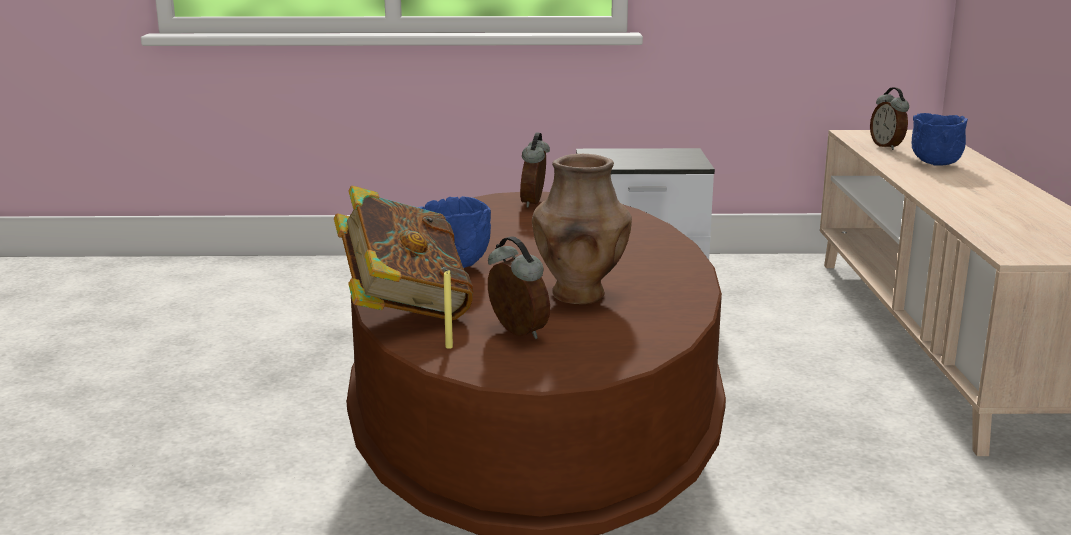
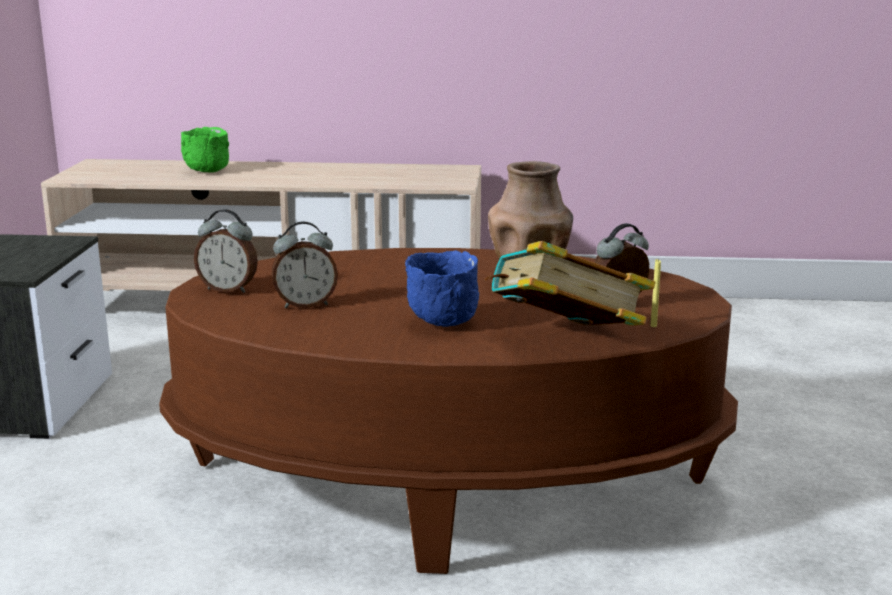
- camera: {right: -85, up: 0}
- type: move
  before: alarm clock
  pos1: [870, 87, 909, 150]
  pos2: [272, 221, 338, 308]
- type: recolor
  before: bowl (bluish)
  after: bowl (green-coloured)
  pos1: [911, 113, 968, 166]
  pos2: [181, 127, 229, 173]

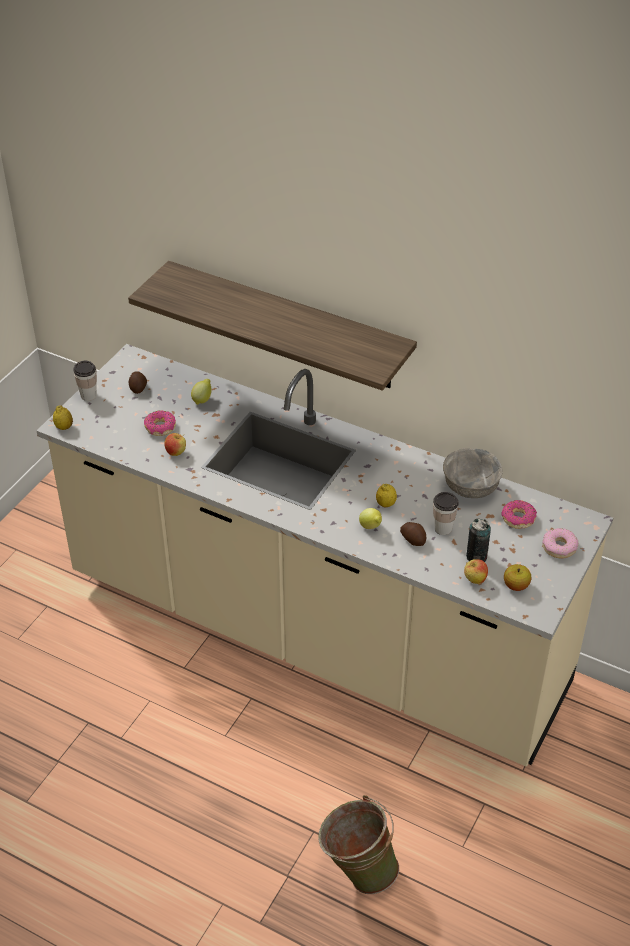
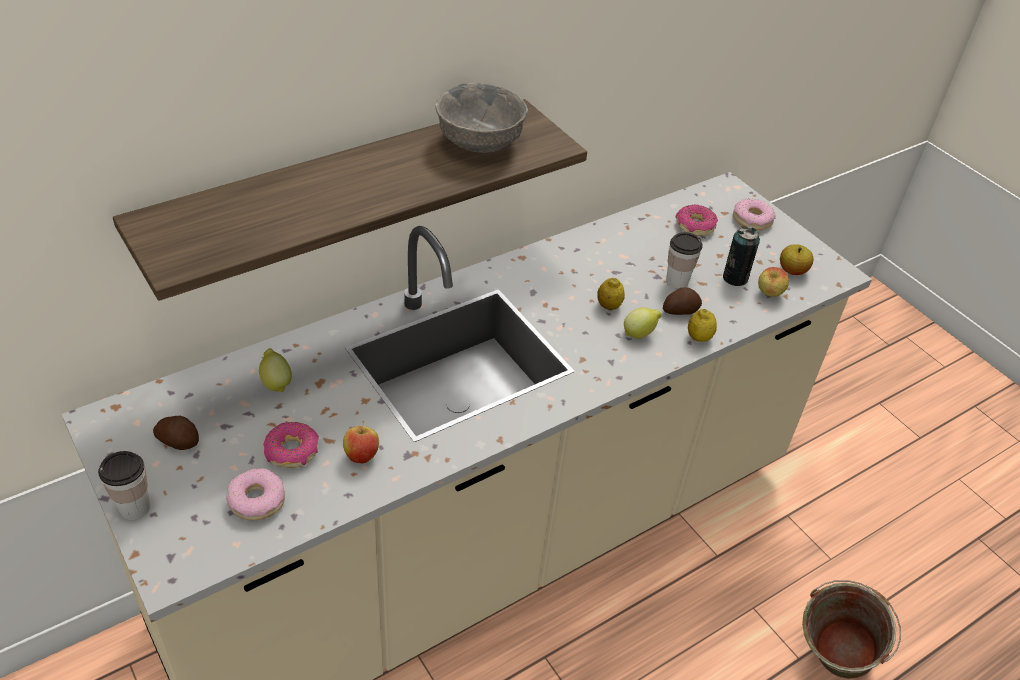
- camera: {right: -65, up: 0}
- type: move
  before: citrus fruit
  pos1: [53, 406, 73, 430]
  pos2: [688, 309, 717, 342]
- type: move
  before: bowl (greyish)
  pos1: [443, 448, 503, 498]
  pos2: [435, 83, 528, 153]
- type: insert
  after: doughnut
  pos2: [226, 468, 285, 520]

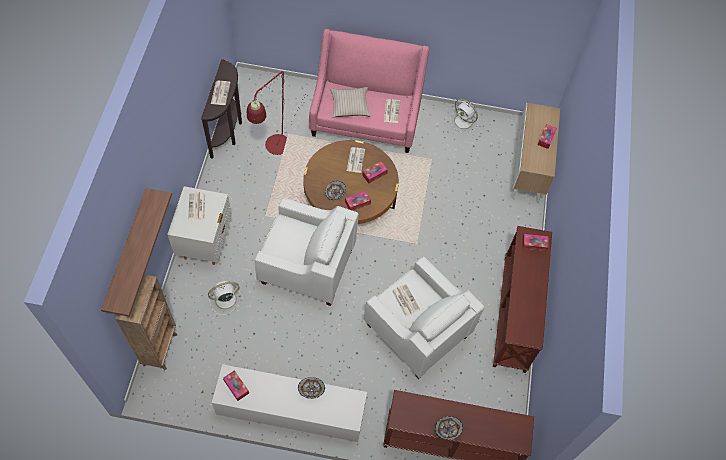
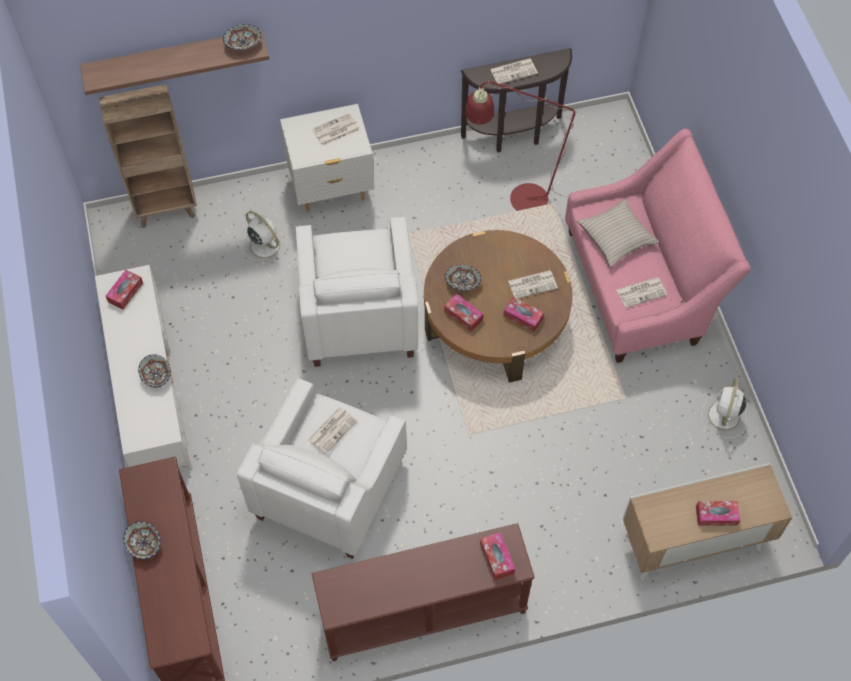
- camera: {right: 70, up: 0}
- type: insert
  after: bowl
  pos2: [223, 24, 261, 50]

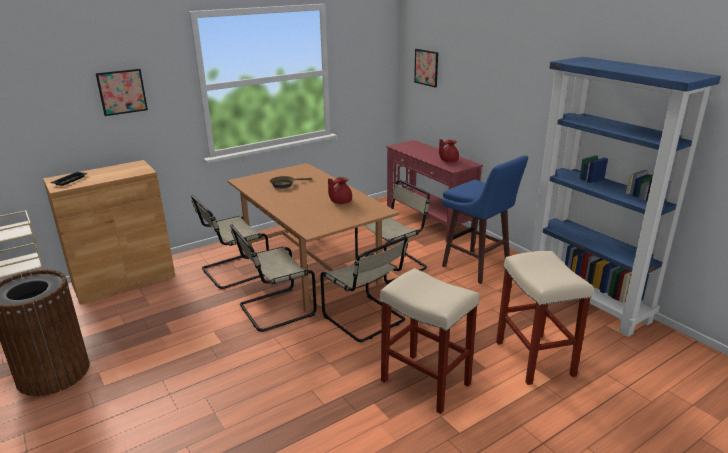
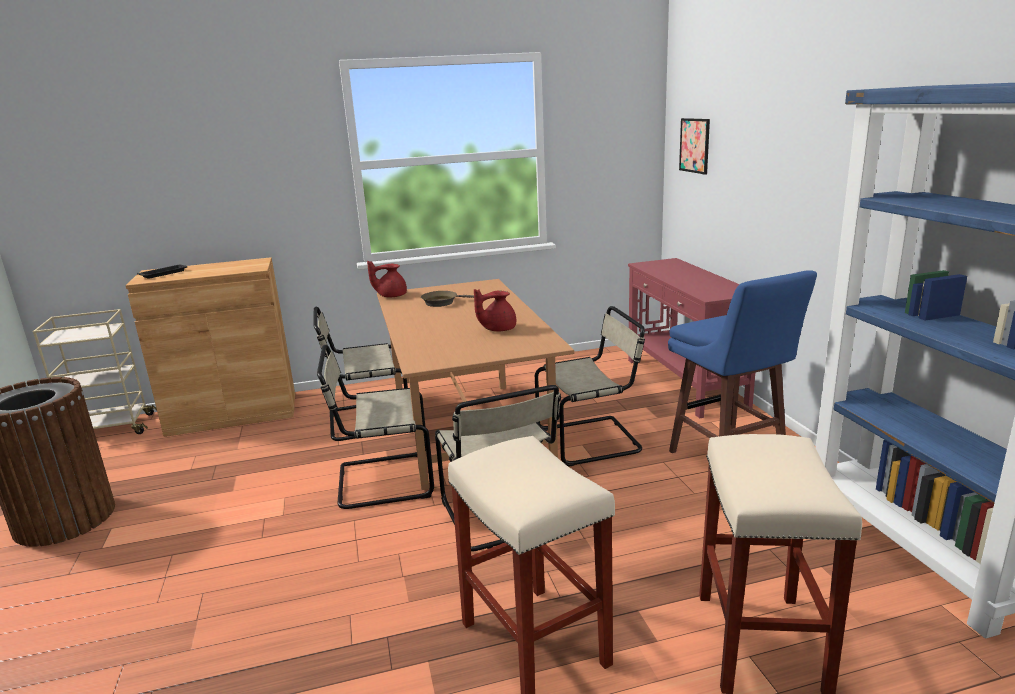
- camera: {right: 20, up: -5}
- type: delete
  before: wall picture
  pos1: [96, 69, 148, 116]
- type: move
  before: pot for tea (red)
  pos1: [439, 139, 459, 162]
  pos2: [367, 261, 407, 297]

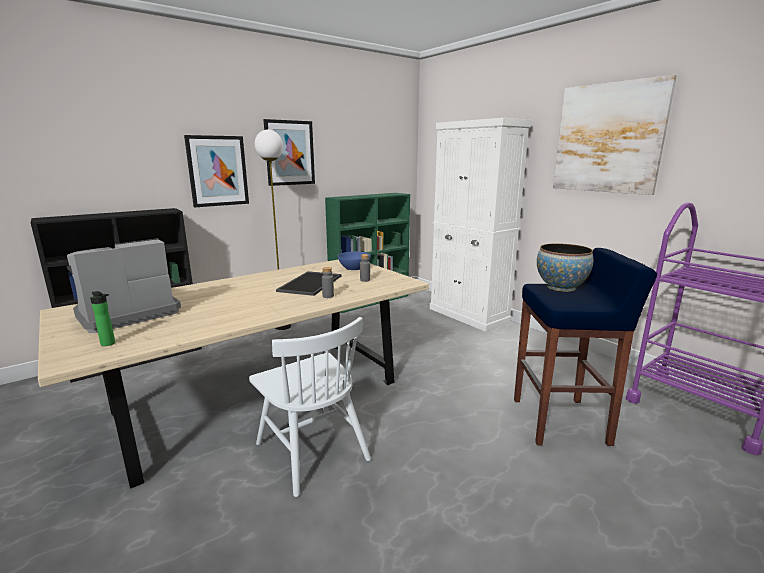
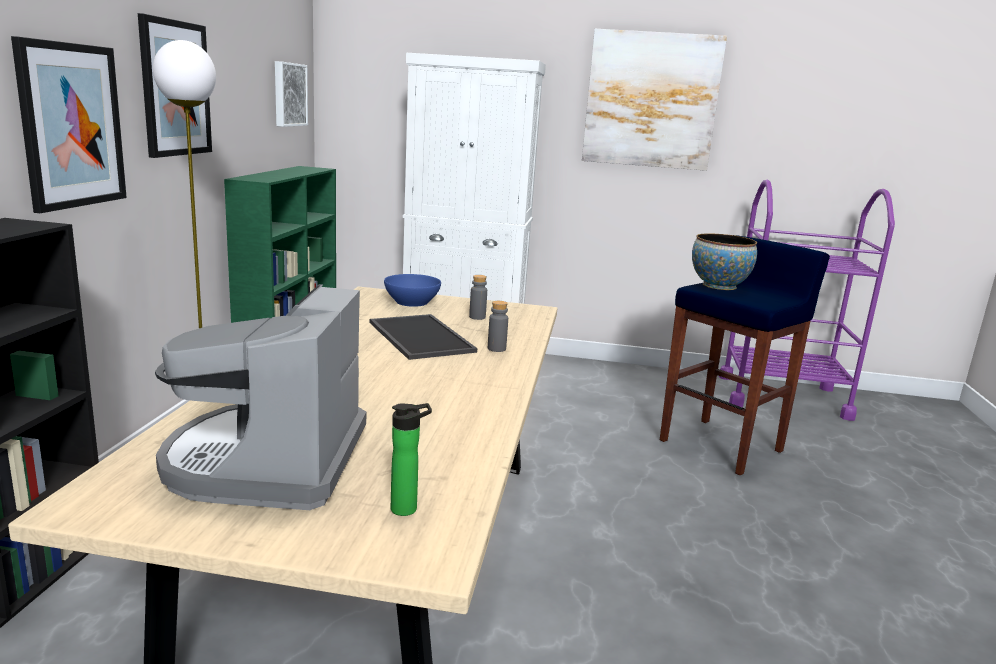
- camera: {right: -45, up: 0}
- type: delete
  before: plain chair (white)
  pos1: [249, 317, 371, 497]
- type: insert
  after: wall picture
  pos2: [275, 61, 308, 127]

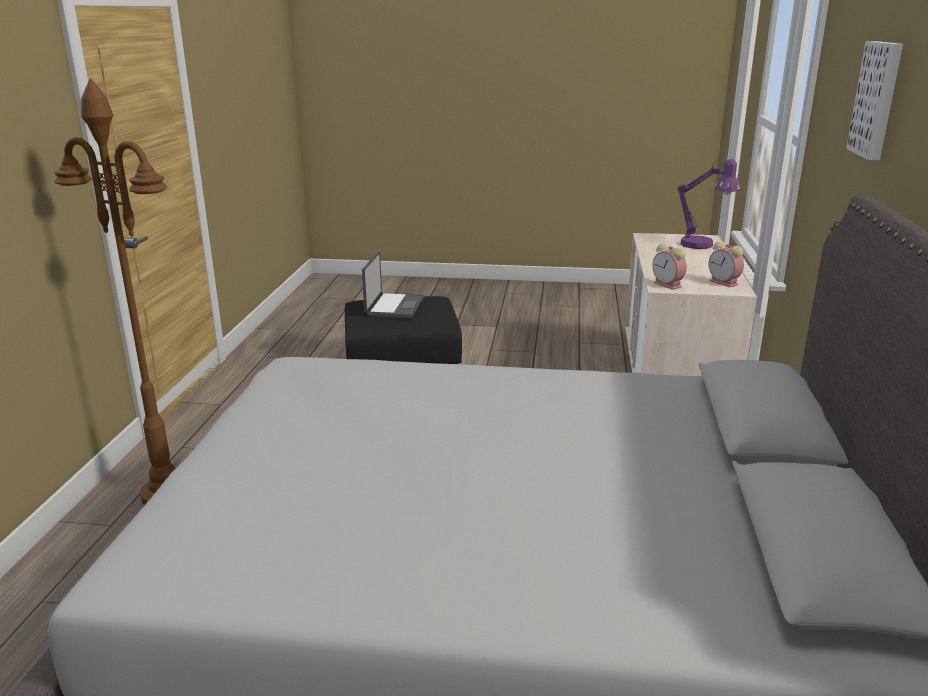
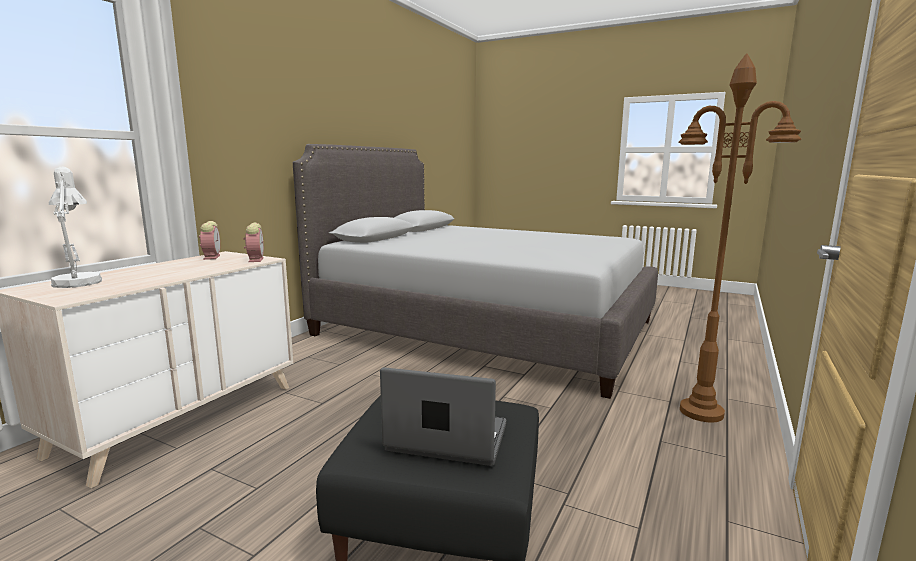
- camera: {right: -160, up: -10}
- type: delete
  before: wall picture
  pos1: [846, 41, 903, 161]
- type: recolor
  before: table lamp (purple-coloured)
  after: table lamp (white)
  pos1: [677, 159, 741, 249]
  pos2: [49, 167, 102, 288]
- type: rotate
  before: portable computer
  pos1: [362, 252, 424, 319]
  pos2: [380, 367, 506, 466]
  turn: 75

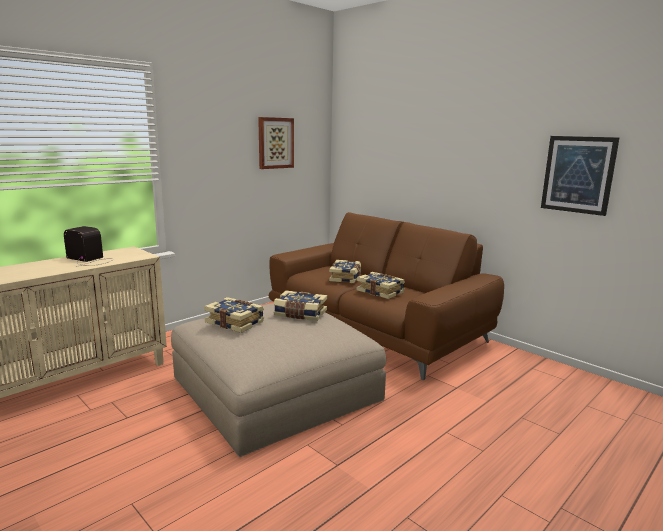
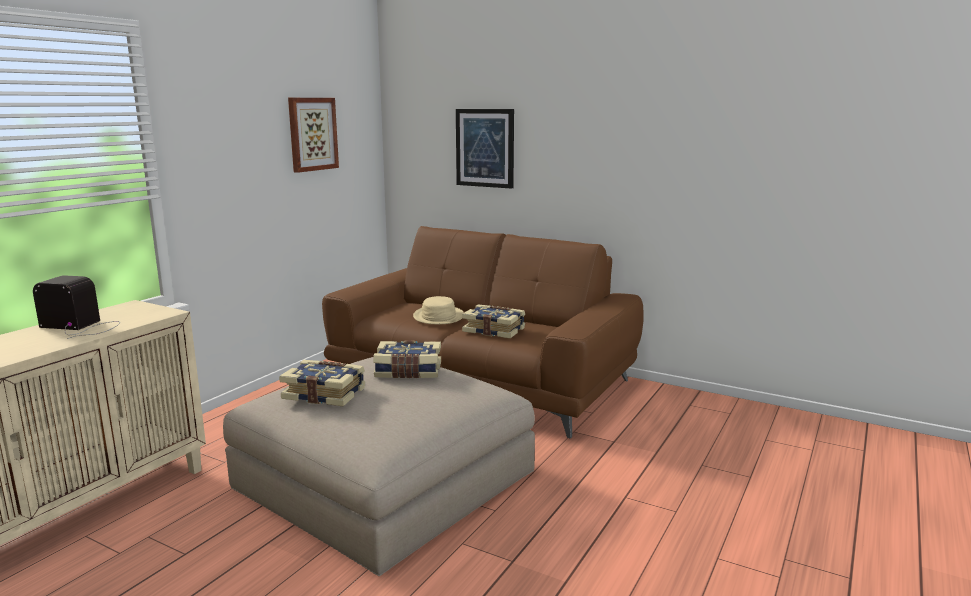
- camera: {right: -15, up: 0}
- type: move
  before: wall picture
  pos1: [541, 136, 620, 216]
  pos2: [456, 109, 514, 189]
- type: replace
  before: volume
  after: wearable hat (sand-coloured)
  pos1: [329, 260, 361, 283]
  pos2: [413, 296, 464, 324]

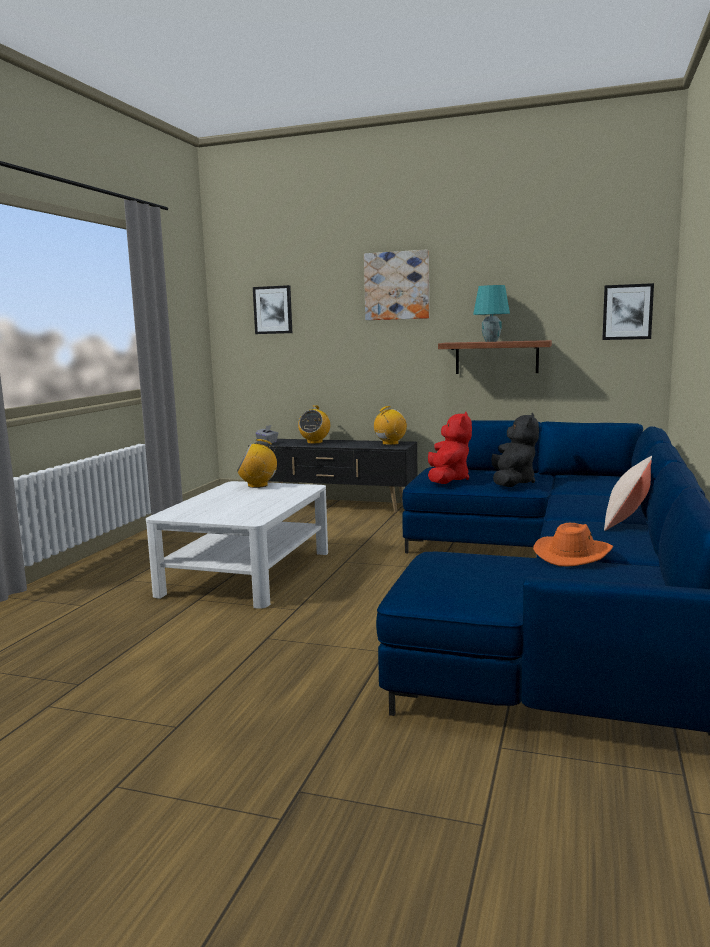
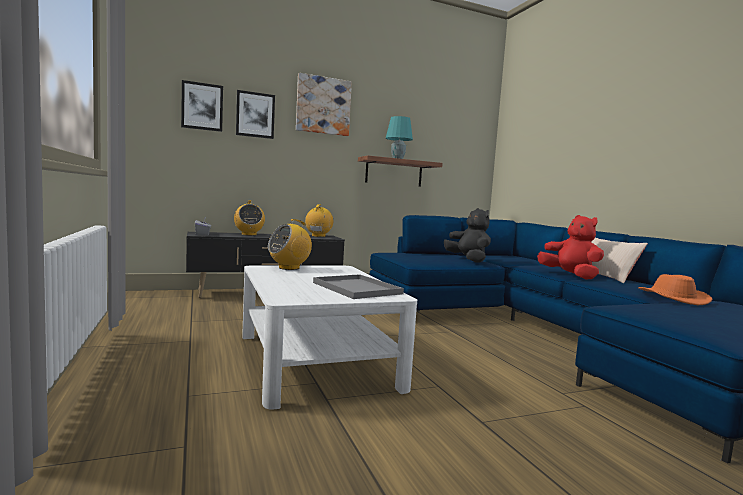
- camera: {right: -40, up: -5}
- type: move
  before: wall picture
  pos1: [602, 283, 654, 340]
  pos2: [236, 90, 275, 139]
- type: move
  before: plush toy (red)
  pos1: [428, 412, 472, 484]
  pos2: [537, 215, 604, 280]
- type: insert
  after: carrying tray (greyish)
  pos2: [313, 274, 404, 299]

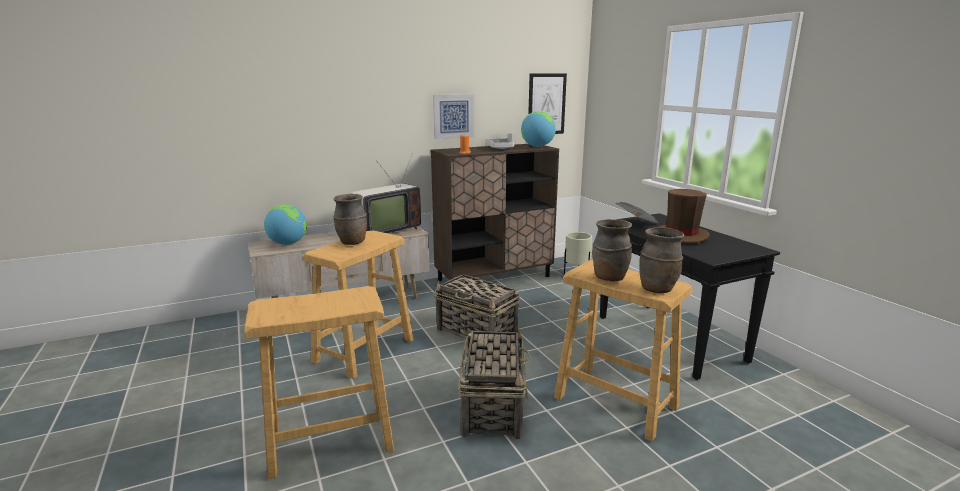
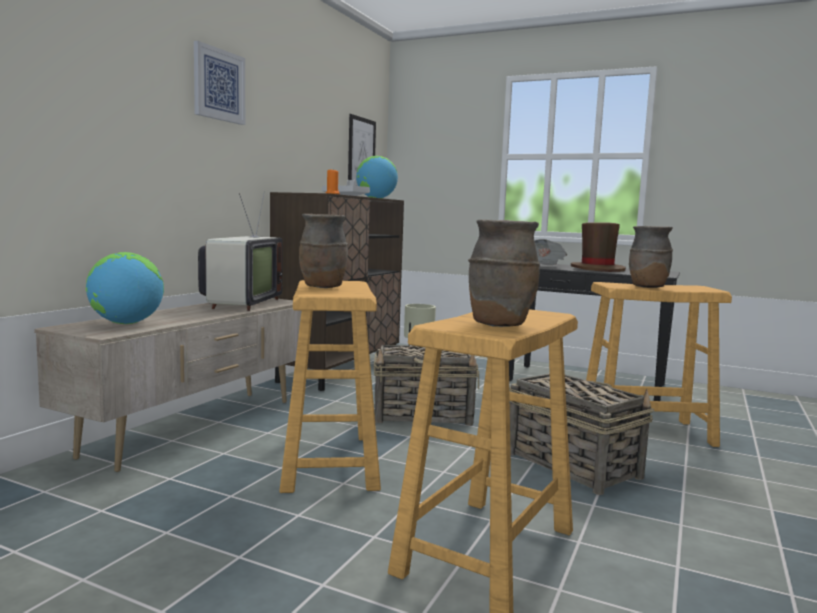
- camera: {right: -40, up: -10}
- type: move
  before: wall picture
  pos1: [433, 94, 474, 139]
  pos2: [194, 41, 245, 125]
- type: move
  before: vase (brown)
  pos1: [639, 227, 684, 293]
  pos2: [468, 220, 540, 327]

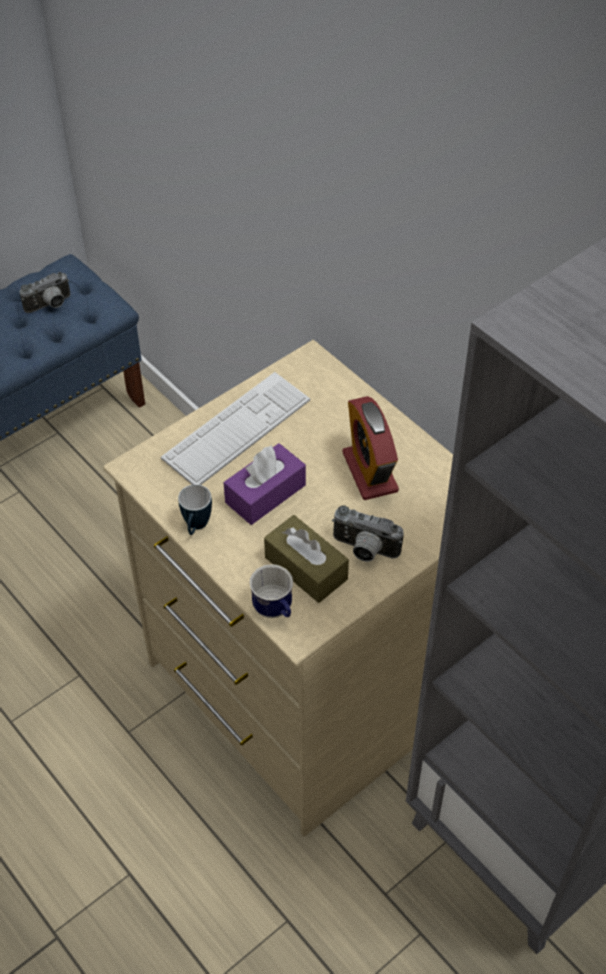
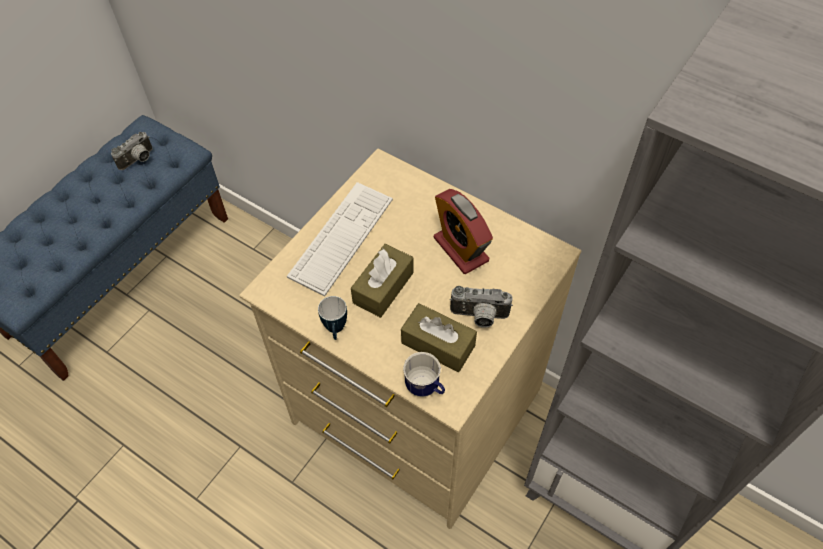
- camera: {right: -15, up: 5}
- type: recolor
  before: box of tissues (purple-coloured)
  after: box of tissues (brown)
  pos1: [224, 443, 306, 525]
  pos2: [351, 244, 414, 318]

